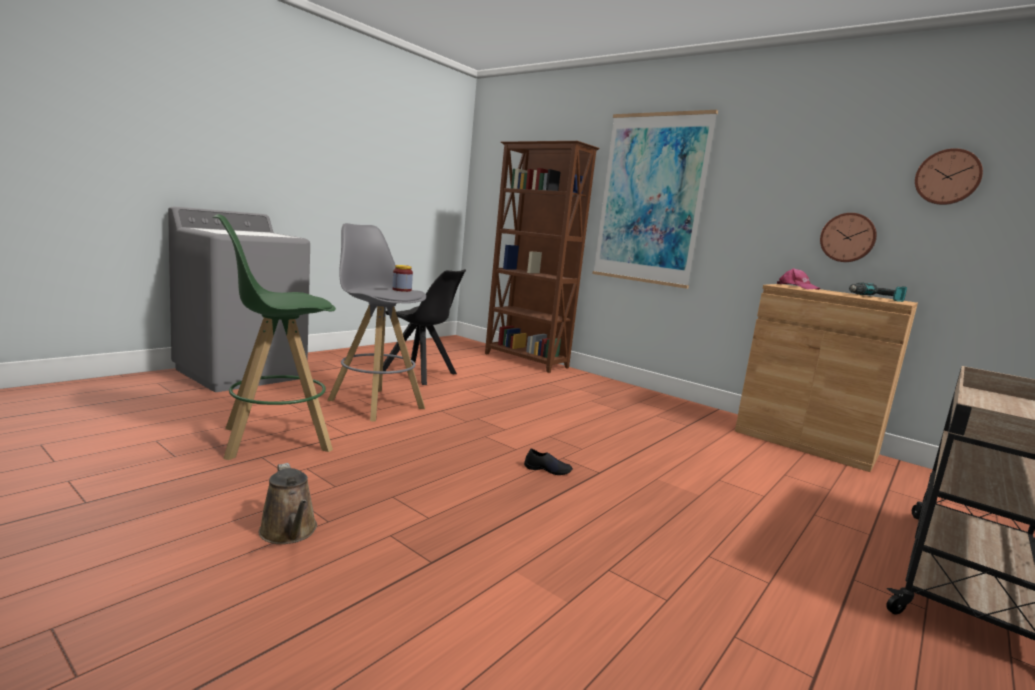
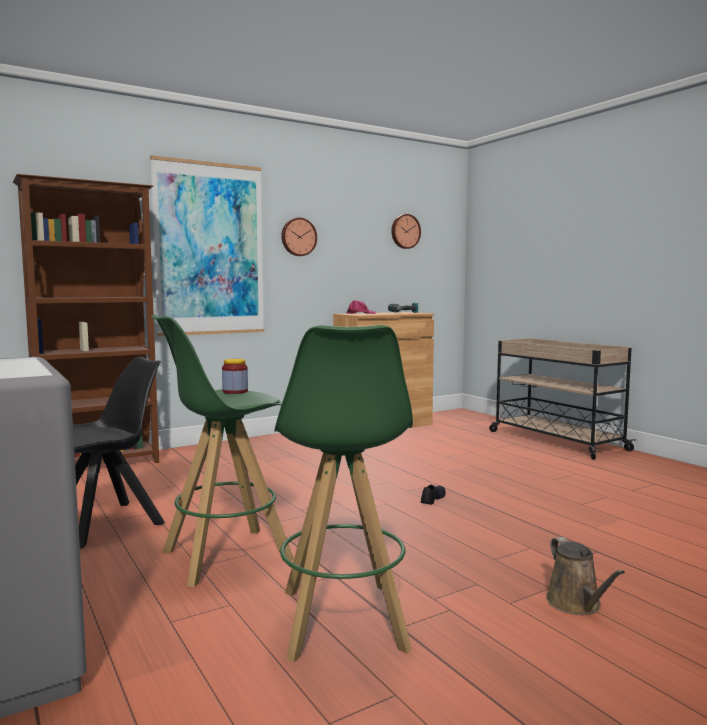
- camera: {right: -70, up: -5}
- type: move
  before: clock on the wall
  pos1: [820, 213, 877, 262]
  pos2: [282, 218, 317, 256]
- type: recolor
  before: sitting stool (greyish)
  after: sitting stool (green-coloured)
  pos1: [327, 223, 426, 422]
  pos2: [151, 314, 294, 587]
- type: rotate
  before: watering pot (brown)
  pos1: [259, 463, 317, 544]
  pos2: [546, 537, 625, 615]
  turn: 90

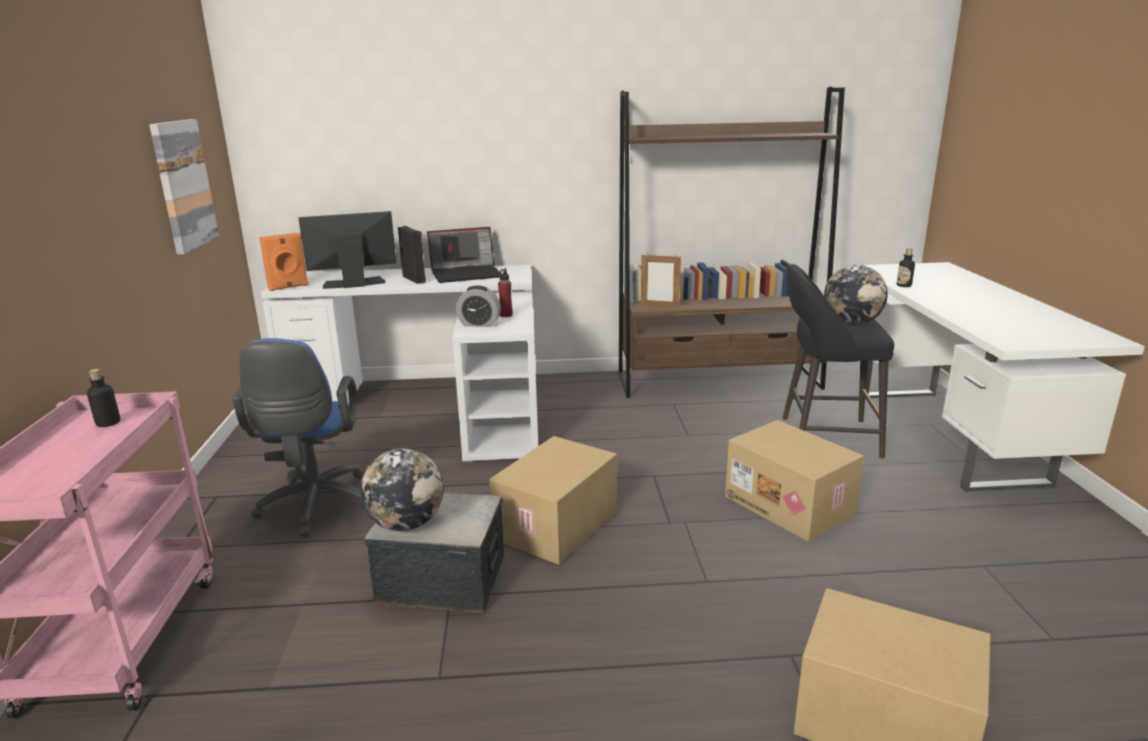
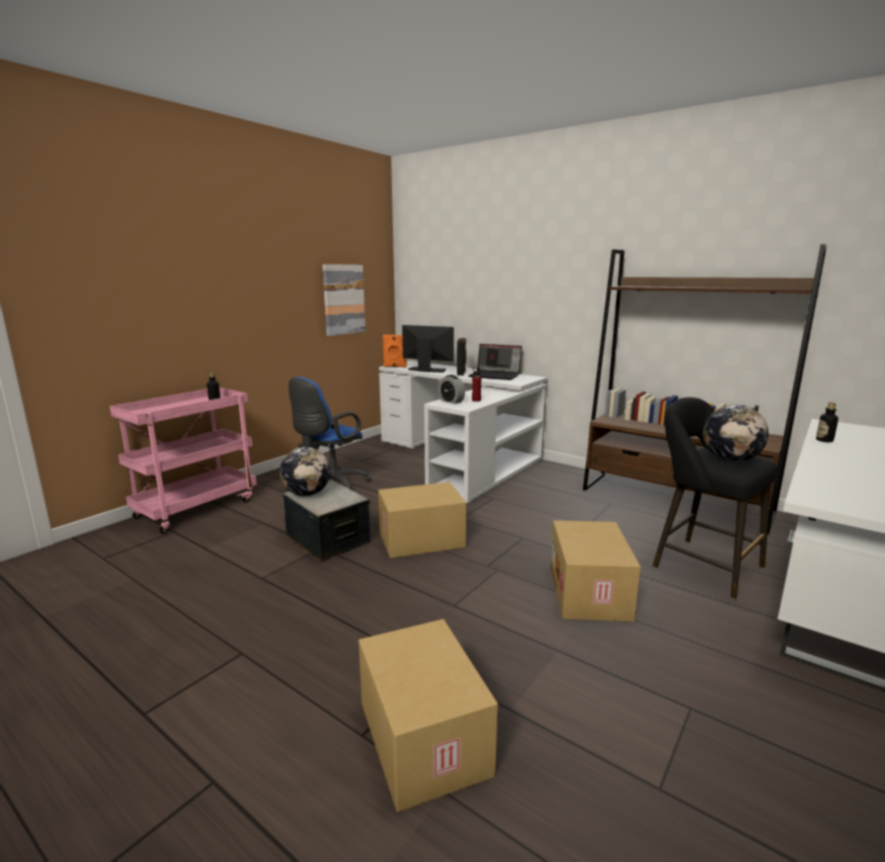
- camera: {right: 40, up: -5}
- type: delete
  before: photo frame
  pos1: [641, 253, 681, 308]

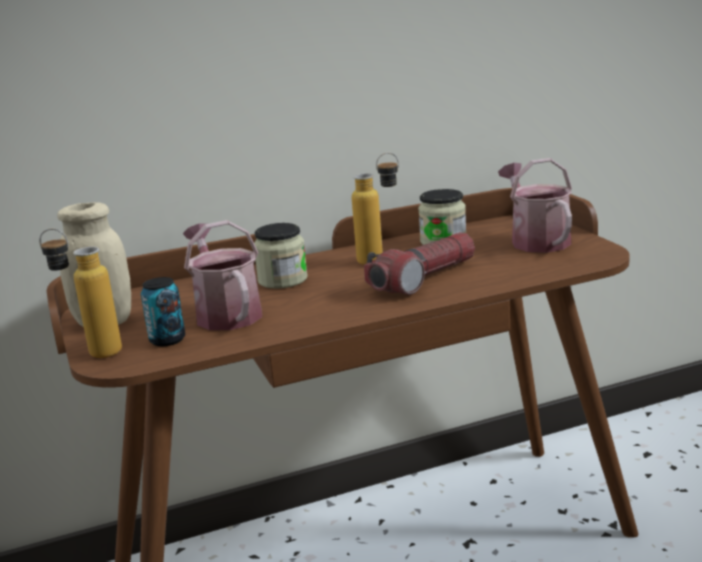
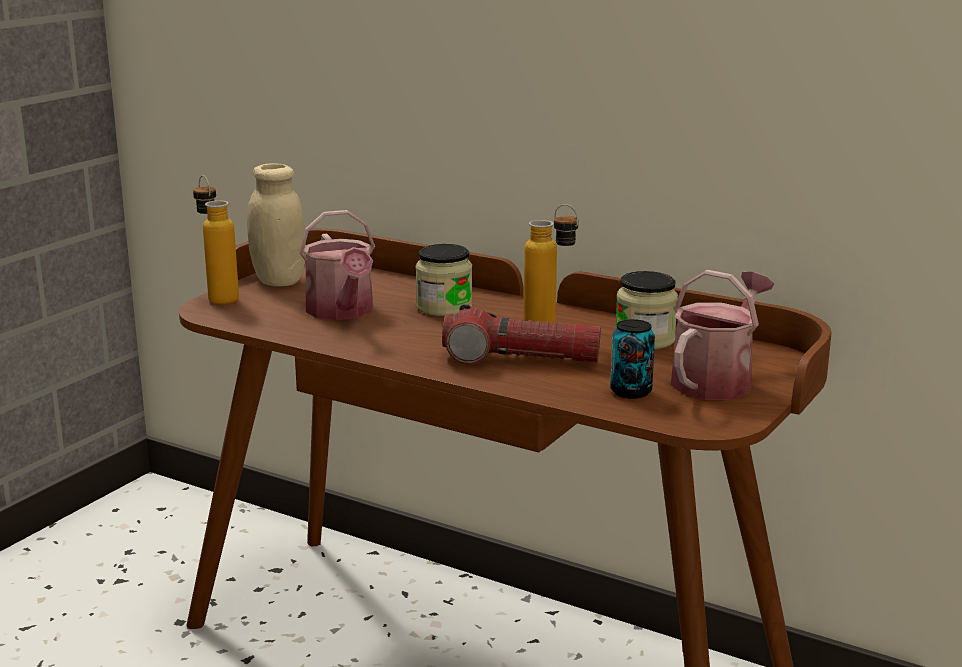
- camera: {right: 50, up: 0}
- type: rotate
  before: watering pot
  pos1: [183, 220, 262, 330]
  pos2: [299, 210, 375, 320]
  turn: 135
- type: move
  before: metal can
  pos1: [141, 277, 185, 346]
  pos2: [610, 319, 655, 399]

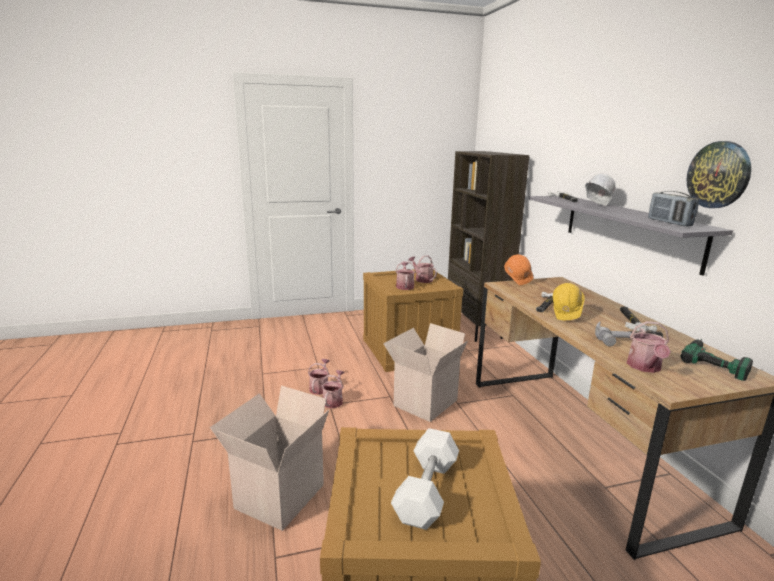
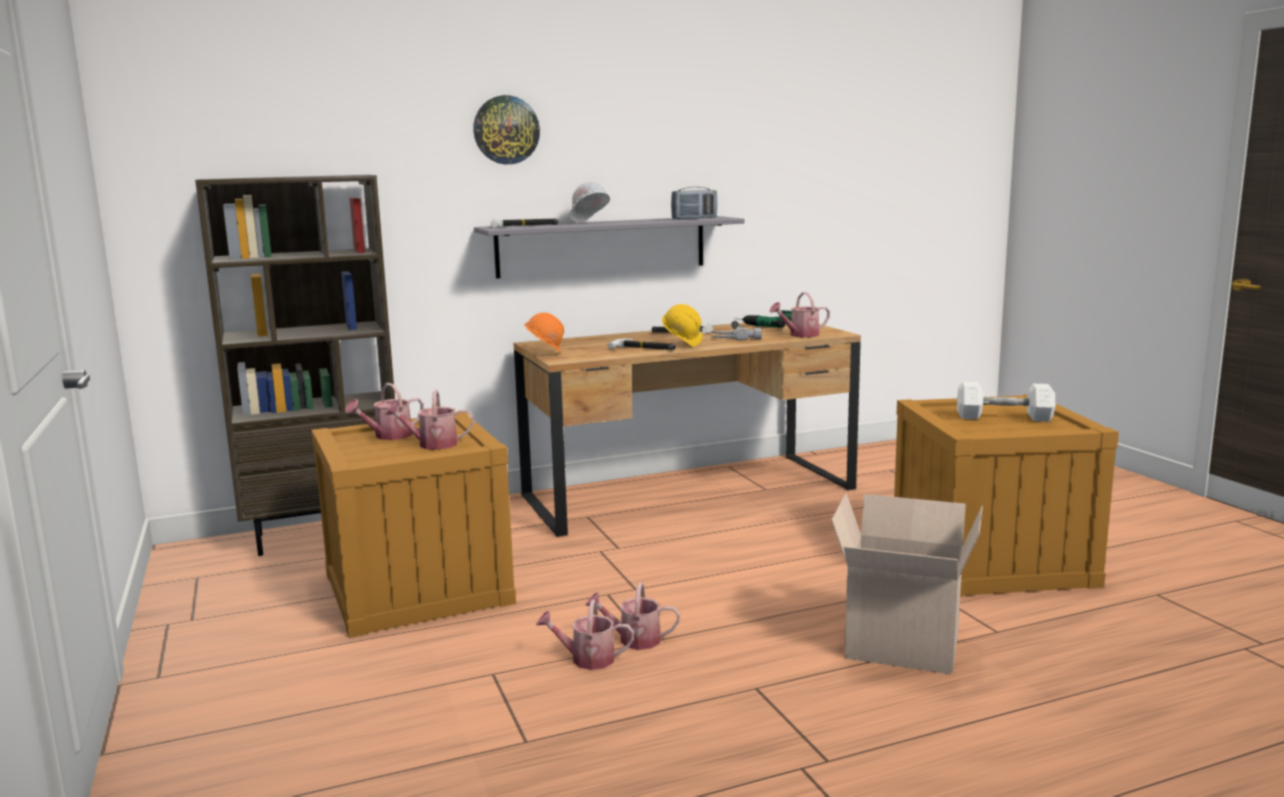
- camera: {right: -95, up: -5}
- type: move
  before: clock on the wall
  pos1: [687, 141, 751, 208]
  pos2: [473, 95, 540, 164]
- type: rotate
  before: watering pot
  pos1: [627, 321, 671, 373]
  pos2: [769, 292, 830, 337]
  turn: 150
- type: delete
  before: cardboard box
  pos1: [383, 323, 468, 422]

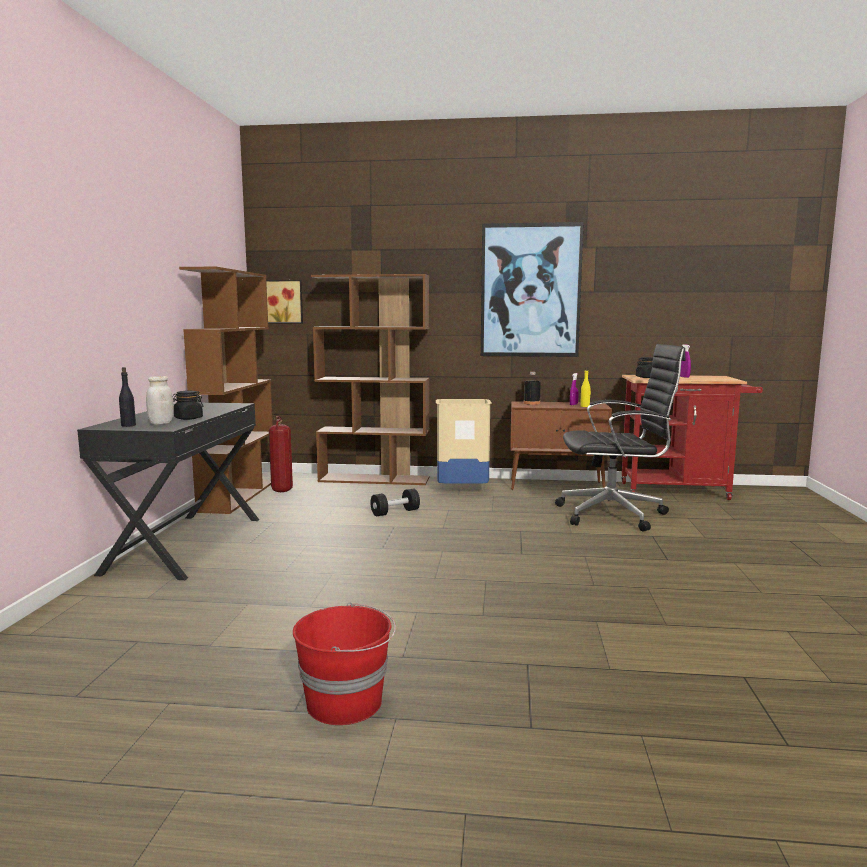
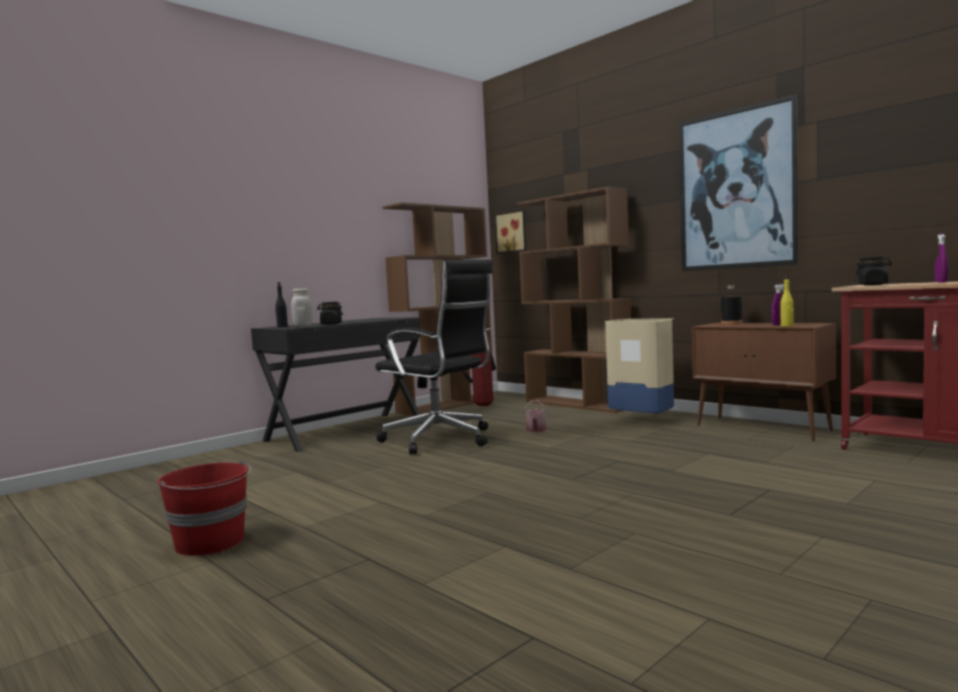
- camera: {right: 40, up: -5}
- type: move
  before: computer chair (black)
  pos1: [555, 344, 686, 532]
  pos2: [375, 259, 493, 455]
- type: replace
  before: hand weight (black)
  after: watering pot
  pos1: [370, 489, 420, 517]
  pos2: [524, 401, 547, 432]

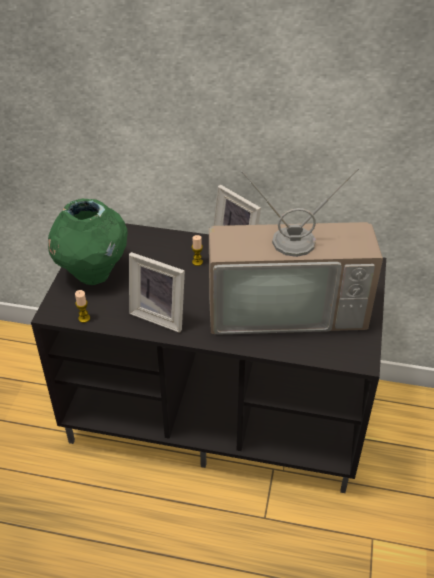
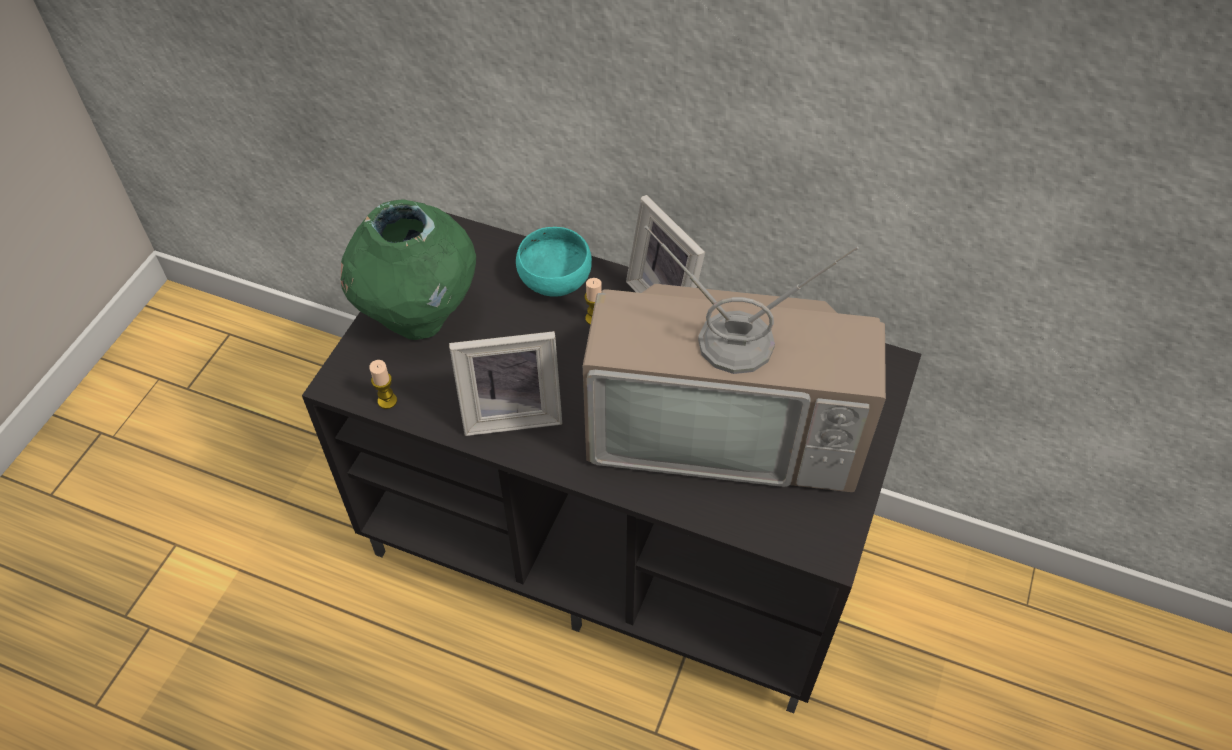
- camera: {right: 10, up: 10}
- type: rotate
  before: photo frame
  pos1: [129, 252, 185, 333]
  pos2: [449, 331, 562, 436]
  turn: -45
- type: insert
  after: bowl (turquoise)
  pos2: [516, 227, 592, 297]

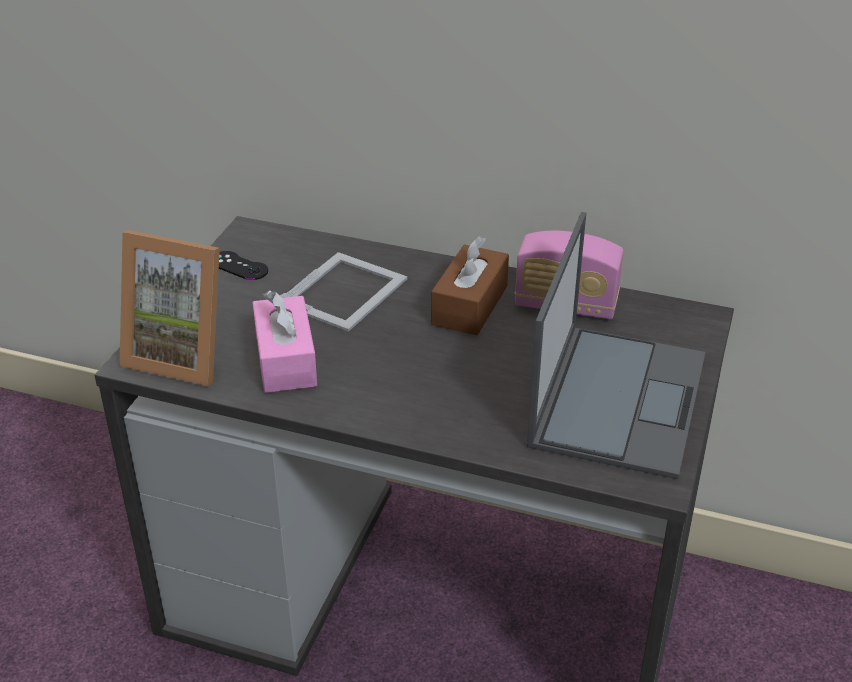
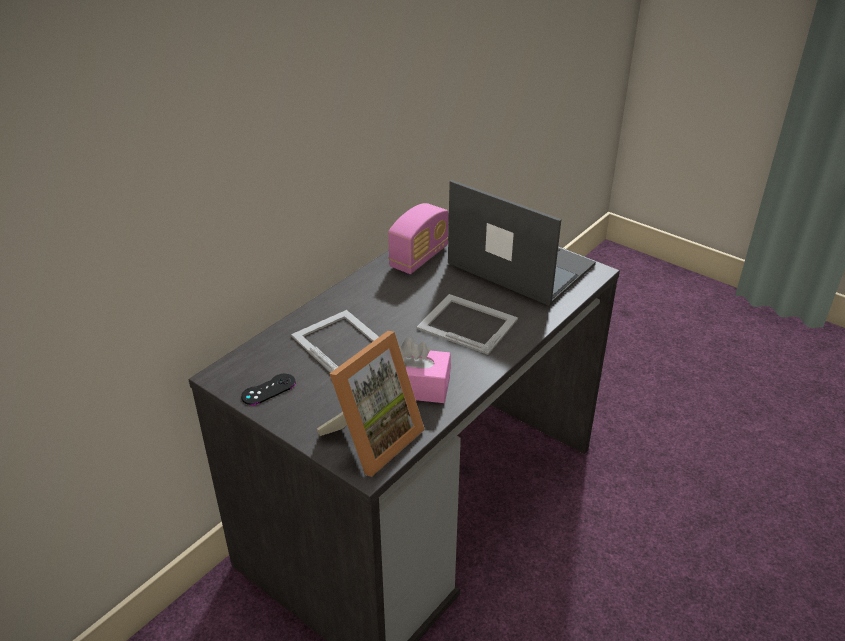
- camera: {right: -70, up: 0}
- type: delete
  before: box of tissues (brown)
  pos1: [431, 236, 509, 335]
- type: insert
  after: photo frame
  pos2: [417, 294, 518, 355]

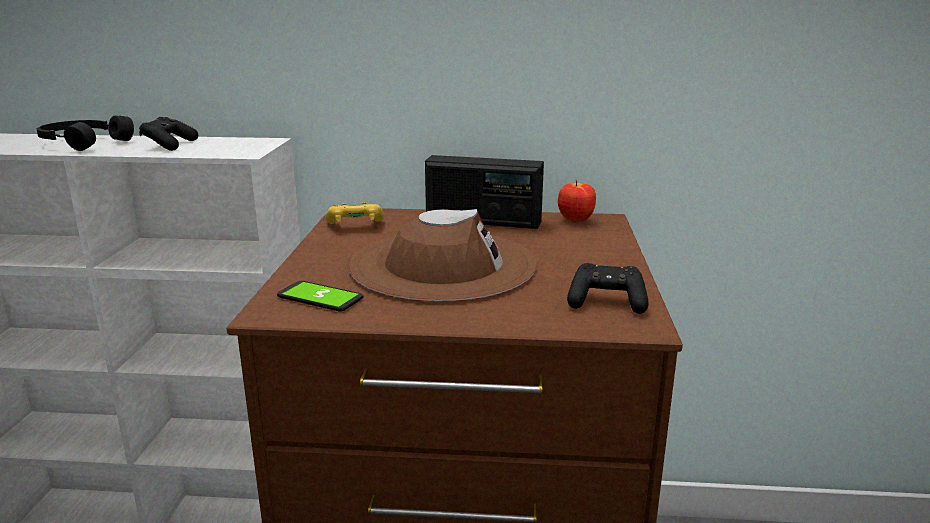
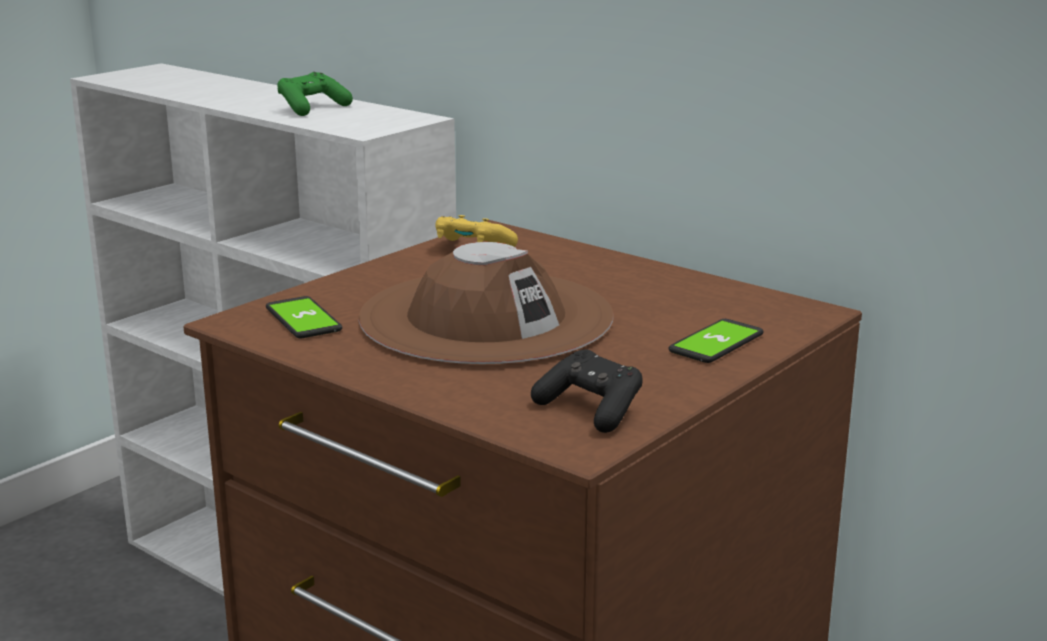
- camera: {right: 35, up: 0}
- type: delete
  before: headphones (black)
  pos1: [37, 116, 134, 151]
- type: recolor
  before: joypad (black)
  after: joypad (green-coloured)
  pos1: [139, 117, 198, 151]
  pos2: [277, 72, 353, 116]
- type: delete
  before: radio
  pos1: [425, 155, 544, 229]
- type: delete
  before: whole apple
  pos1: [558, 180, 596, 223]
- type: insert
  after: telephone
  pos2: [669, 319, 764, 363]

